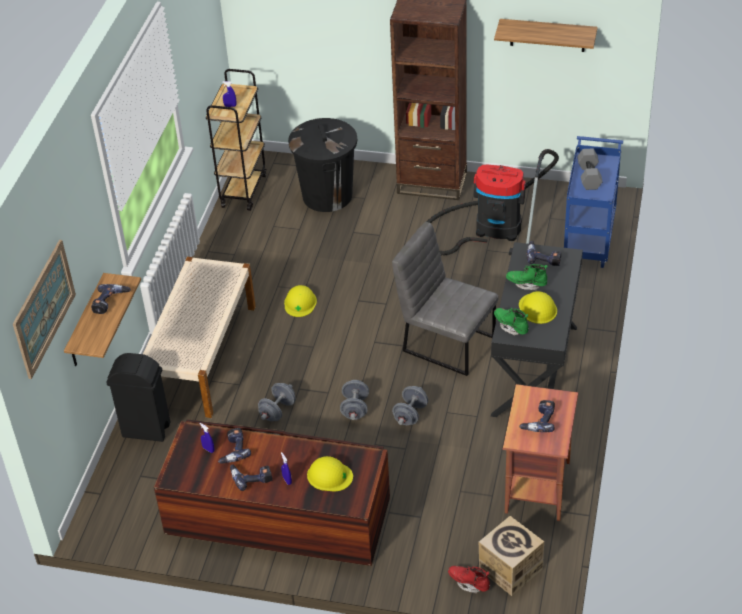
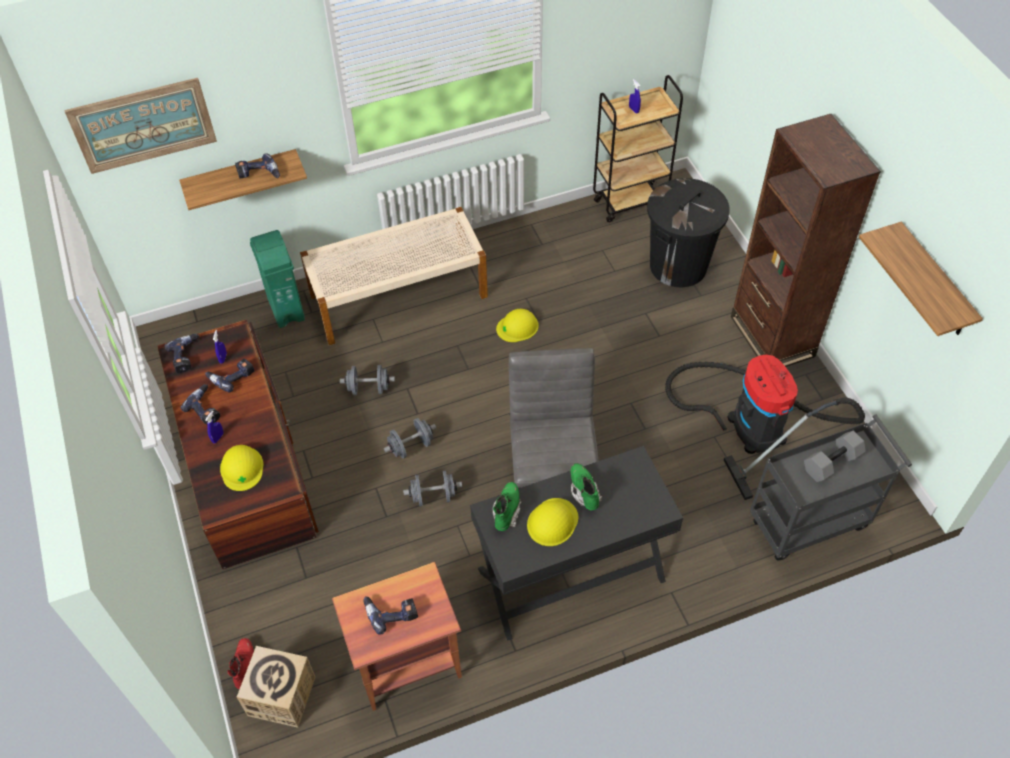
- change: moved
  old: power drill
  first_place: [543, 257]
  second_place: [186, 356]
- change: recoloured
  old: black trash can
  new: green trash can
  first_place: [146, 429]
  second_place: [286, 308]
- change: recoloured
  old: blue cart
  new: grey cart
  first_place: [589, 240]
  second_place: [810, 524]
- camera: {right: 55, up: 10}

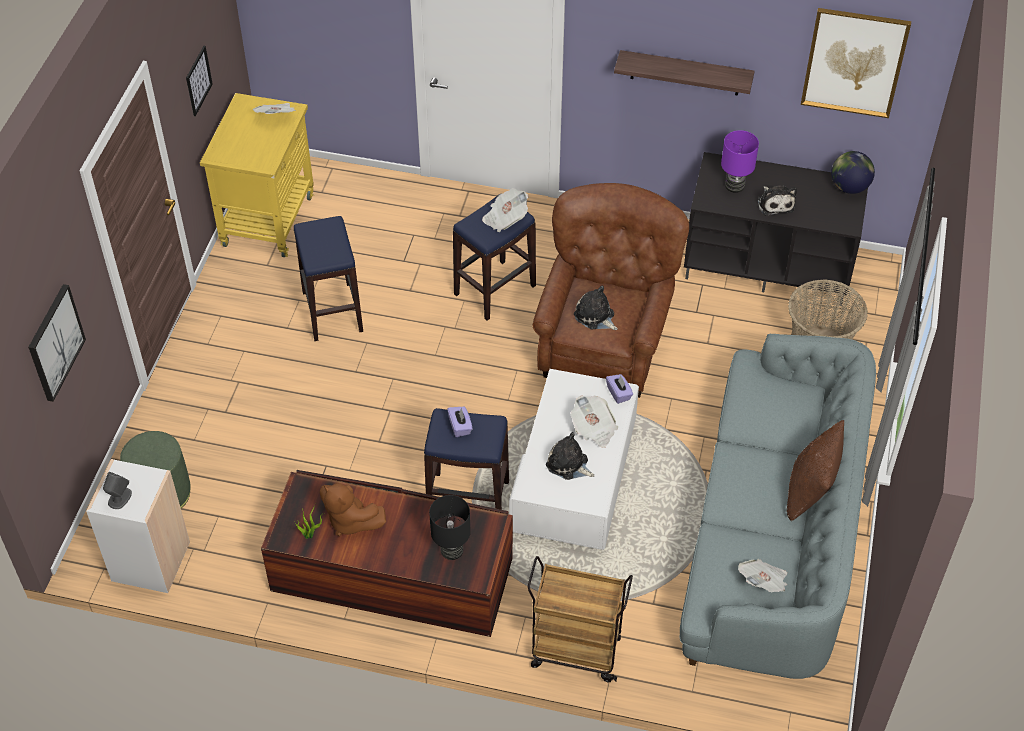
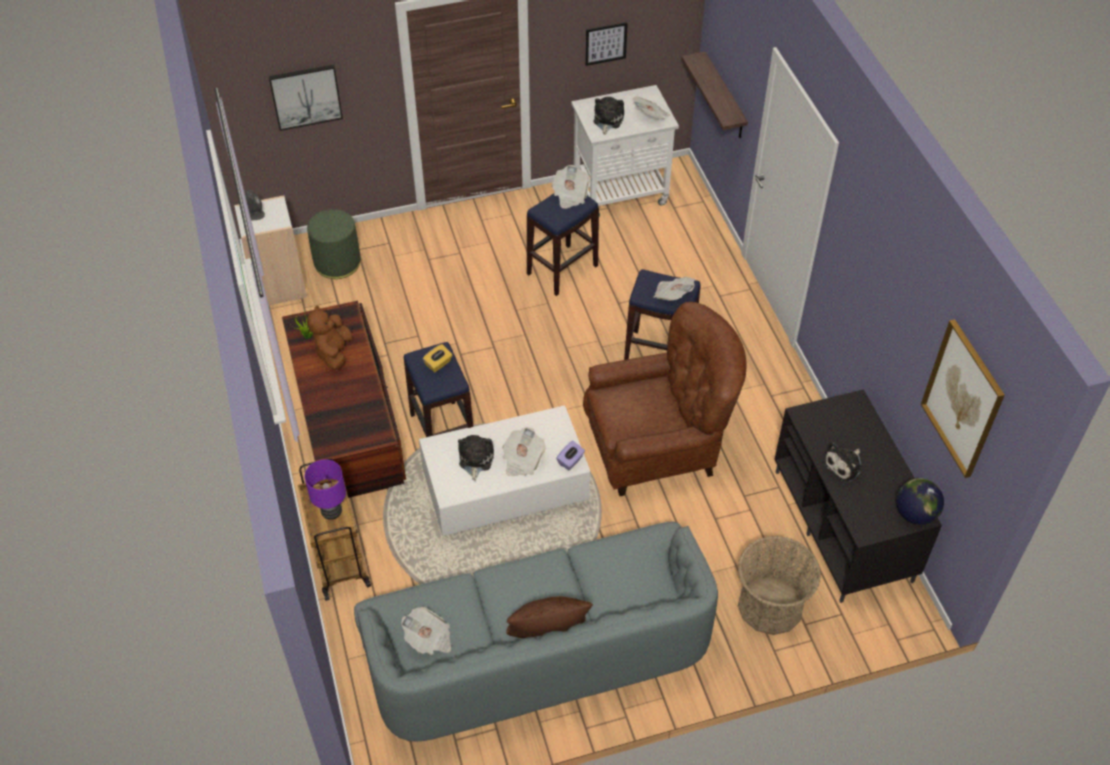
- change: removed
  old: black table lamp
  first_place: [451, 550]
- change: added
  new: newspaper
  second_place: [570, 195]
- change: moved
  old: plush toy
  first_place: [595, 316]
  second_place: [607, 120]
- change: moved
  old: shelf
  first_place: [685, 73]
  second_place: [724, 97]
- change: moved
  old: purple table lamp
  first_place: [734, 185]
  second_place: [331, 511]
- change: recoloured
  old: yellow cart
  new: white cart
  first_place: [269, 221]
  second_place: [621, 194]
- change: recoloured
  old: purple tissue box
  new: yellow tissue box
  first_place: [460, 427]
  second_place: [438, 364]
- camera: {right: 60, up: 0}

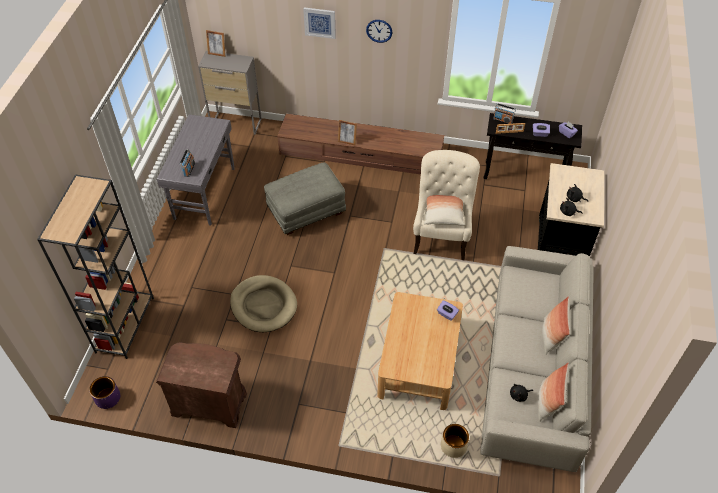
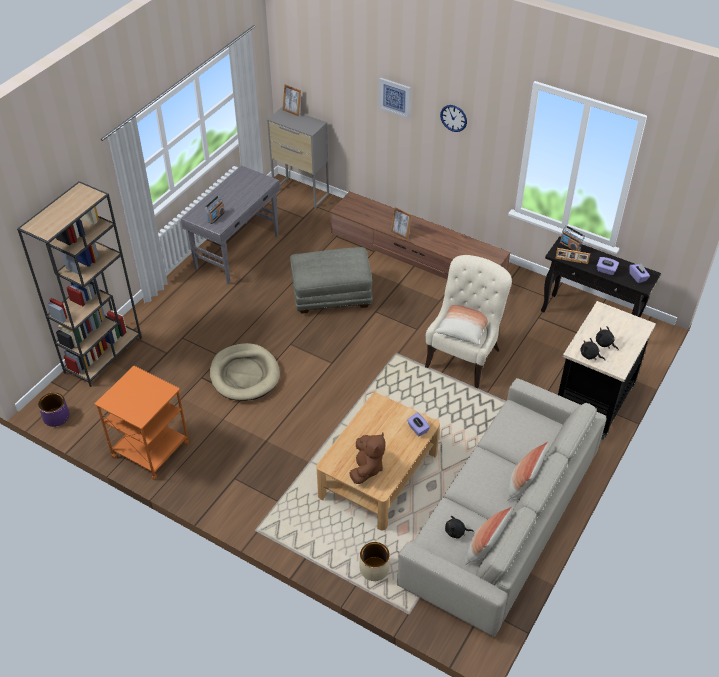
- change: added
  new: brown plush toy
  second_place: [366, 468]
- change: replaced
  old: brown nightstand
  new: orange cart
  first_place: [210, 401]
  second_place: [150, 449]
- camera: {right: 20, up: -5}

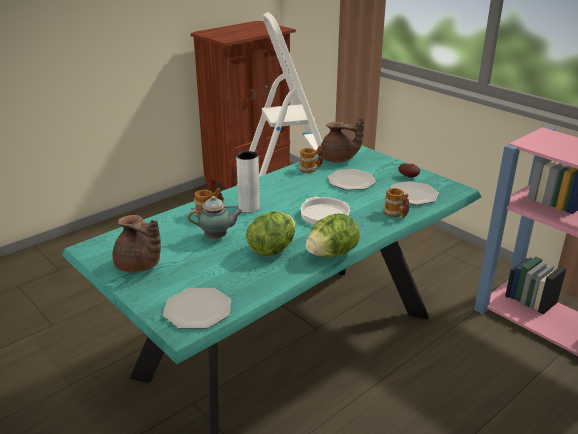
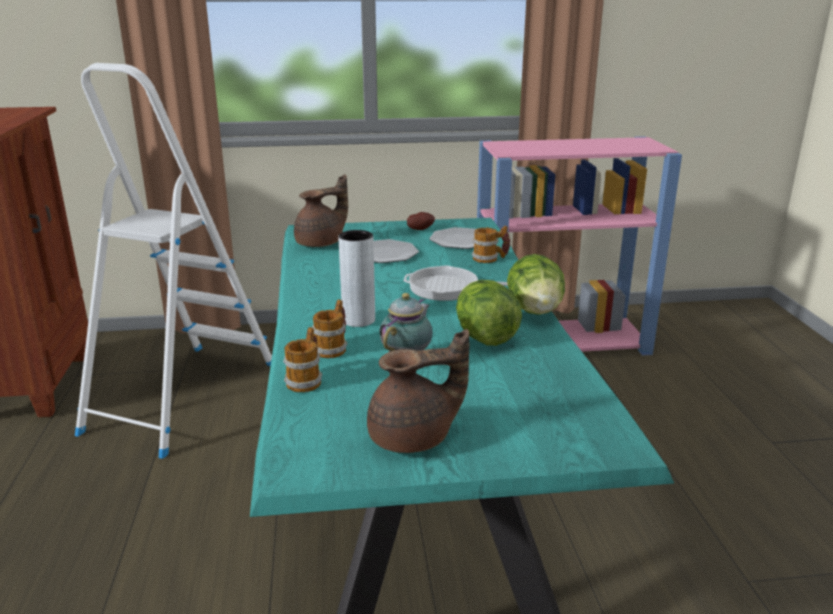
- change: removed
  old: plate
  first_place: [197, 310]
- change: moved
  old: mug
  first_place: [311, 169]
  second_place: [306, 380]
- camera: {right: -55, up: -5}

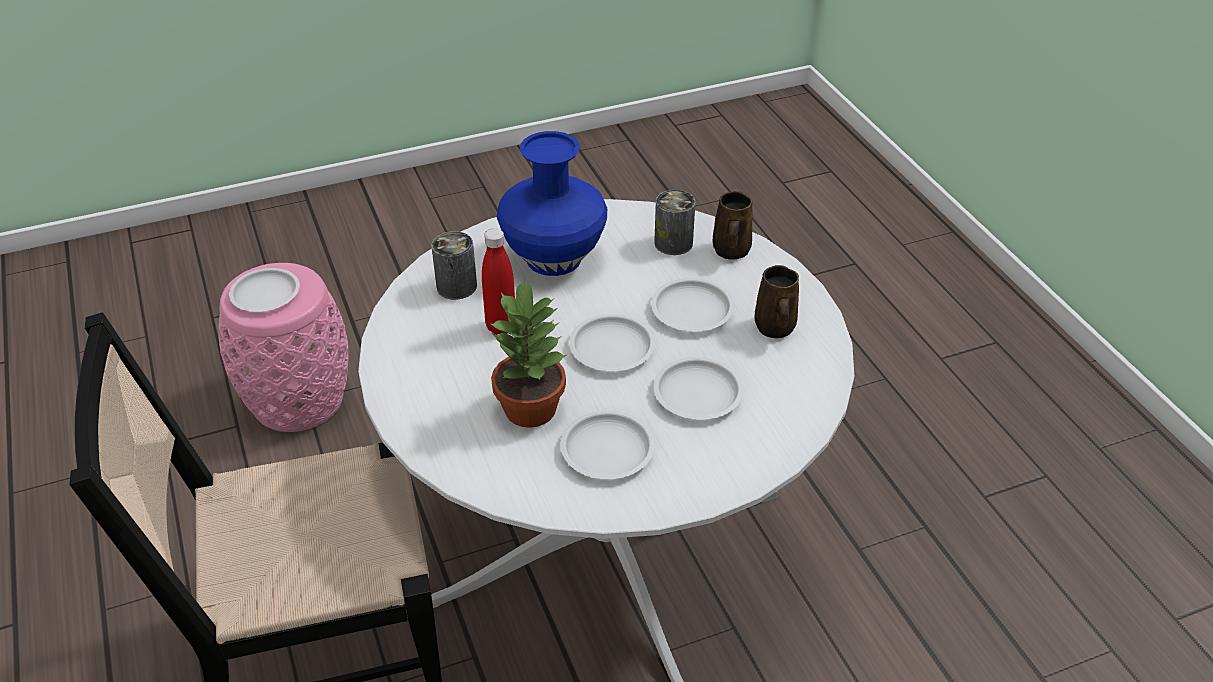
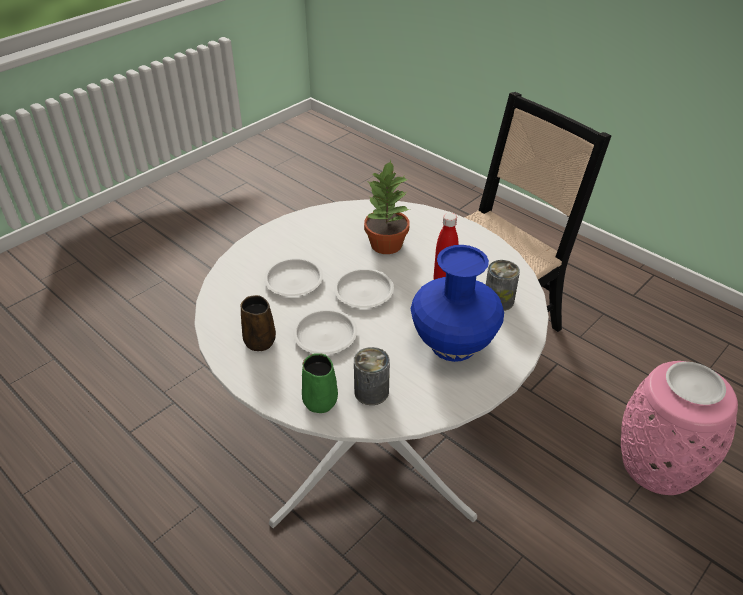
- change: removed
  old: white plate
  first_place: [607, 451]
- change: recoloured
  old: brown mug
  new: green mug
  first_place: [731, 251]
  second_place: [320, 399]
- camera: {right: 155, up: 0}

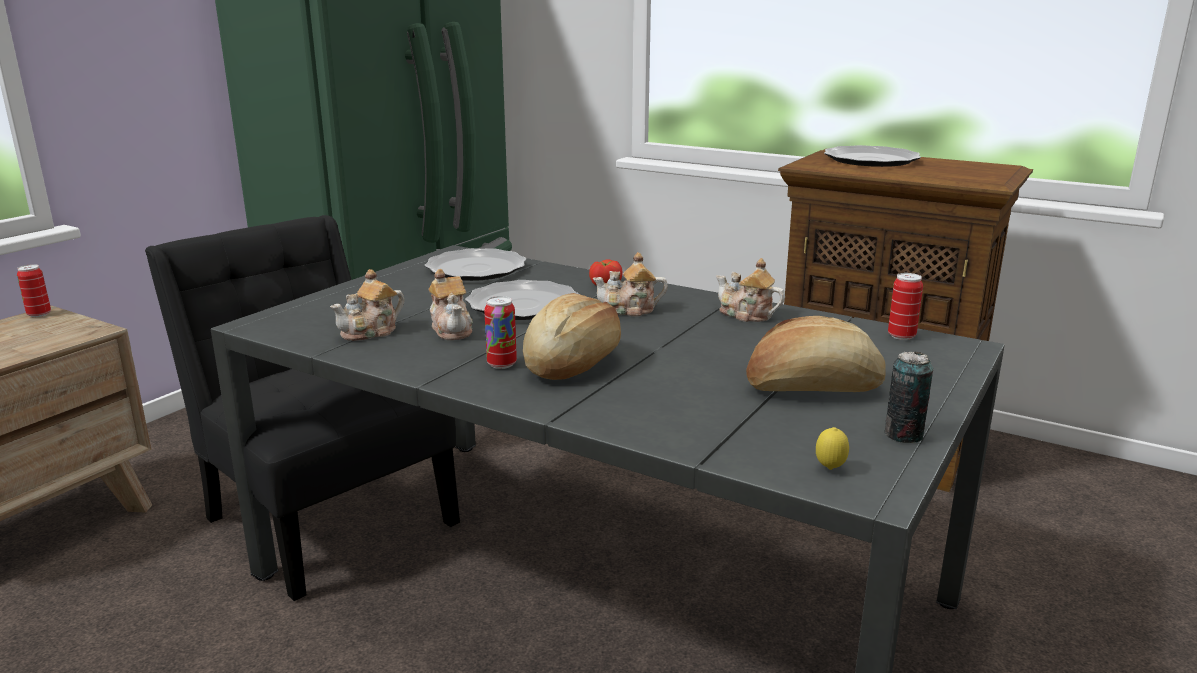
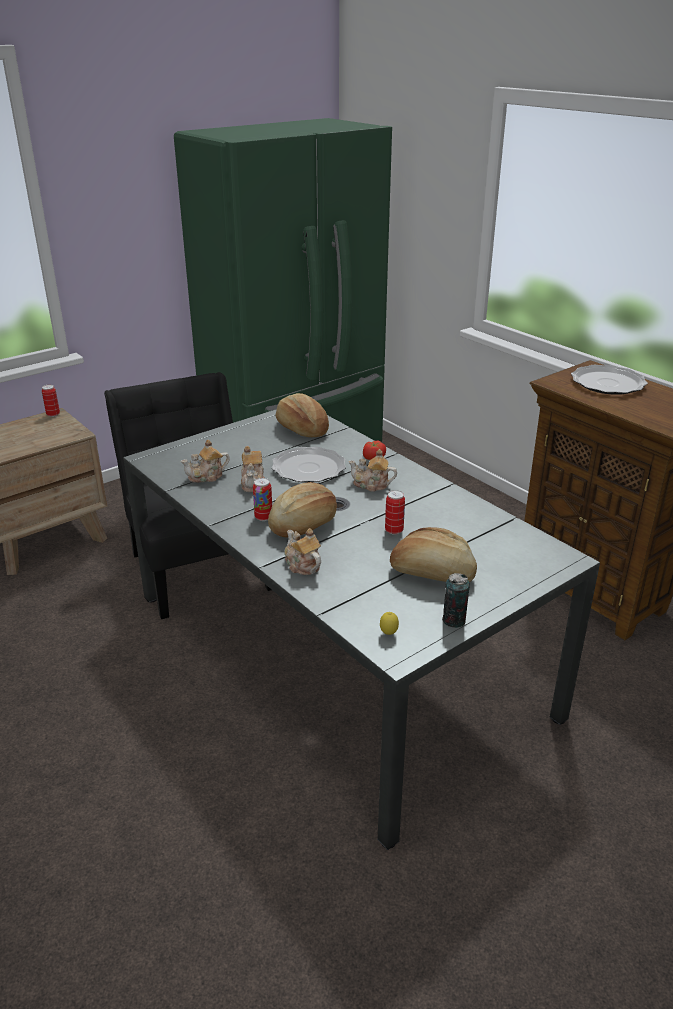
- change: moved
  old: teapot
  first_place: [746, 315]
  second_place: [302, 565]
- change: moved
  old: can
  first_place: [901, 336]
  second_place: [394, 530]
- change: replaced
  old: plate
  new: bread
  first_place: [477, 269]
  second_place: [302, 428]
- camera: {right: 20, up: 10}

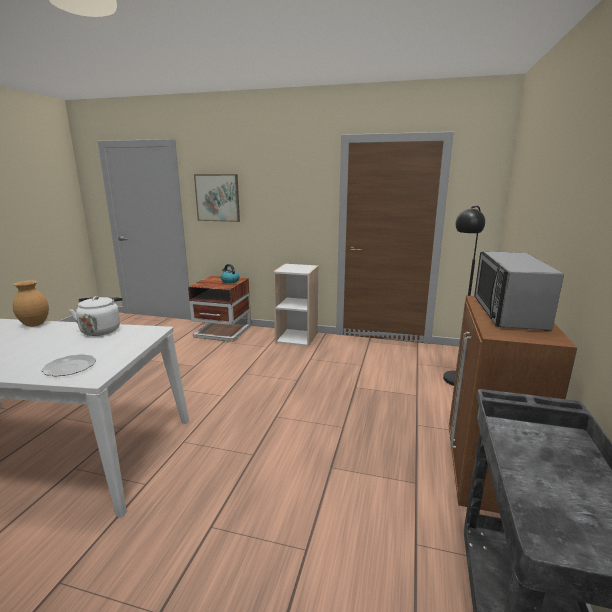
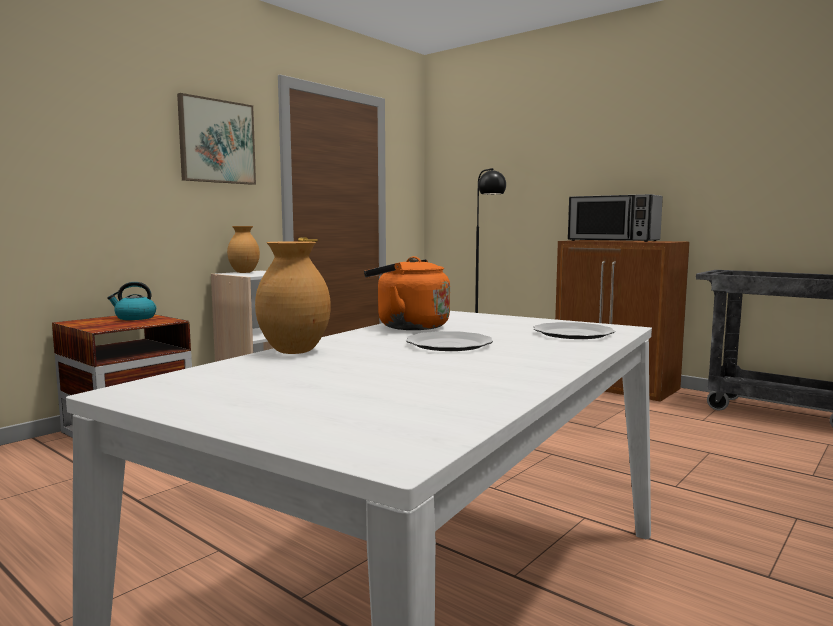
- change: added
  new: brown vase
  second_place: [243, 272]
- change: added
  new: plate
  second_place: [448, 344]
- change: moved
  old: picture
  first_place: [217, 198]
  second_place: [217, 141]
- change: recoloured
  old: white kettle
  new: orange kettle
  first_place: [101, 330]
  second_place: [408, 326]
- camera: {right: -65, up: -10}

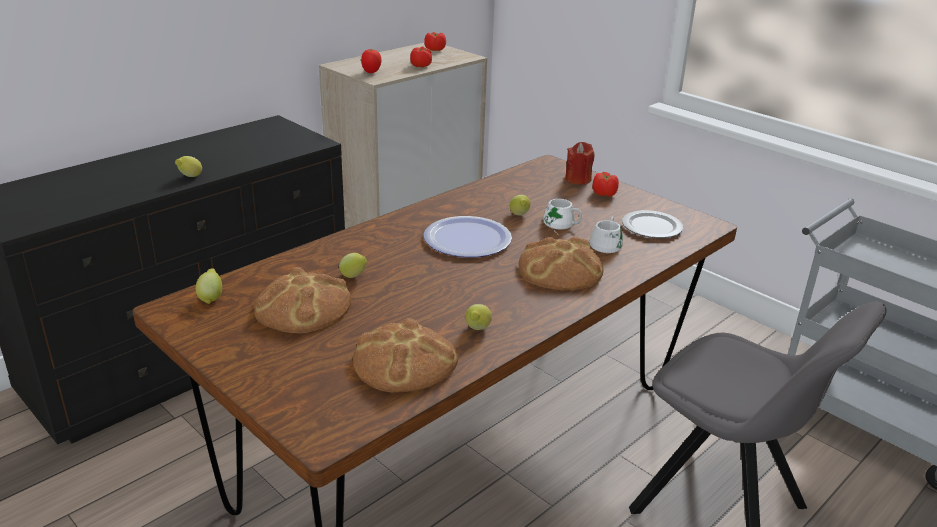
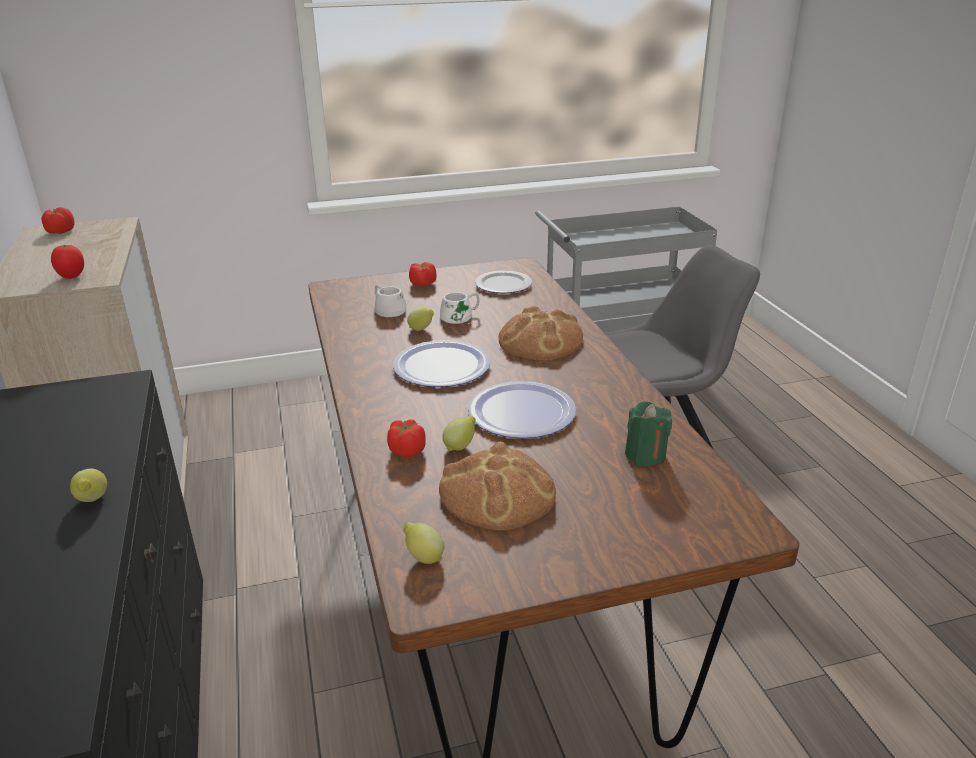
- change: removed
  old: lemon
  first_place: [477, 330]
- change: removed
  old: red candle
  first_place: [578, 179]
- change: added
  new: plate
  second_place: [521, 412]
- change: moved
  old: tomato
  first_place: [421, 65]
  second_place: [407, 450]
- change: moved
  old: white mug
  first_place: [610, 245]
  second_place: [391, 309]
- change: replaced
  old: bread
  new: green candle
  first_place: [404, 362]
  second_place: [645, 455]
- camera: {right: -60, up: 0}

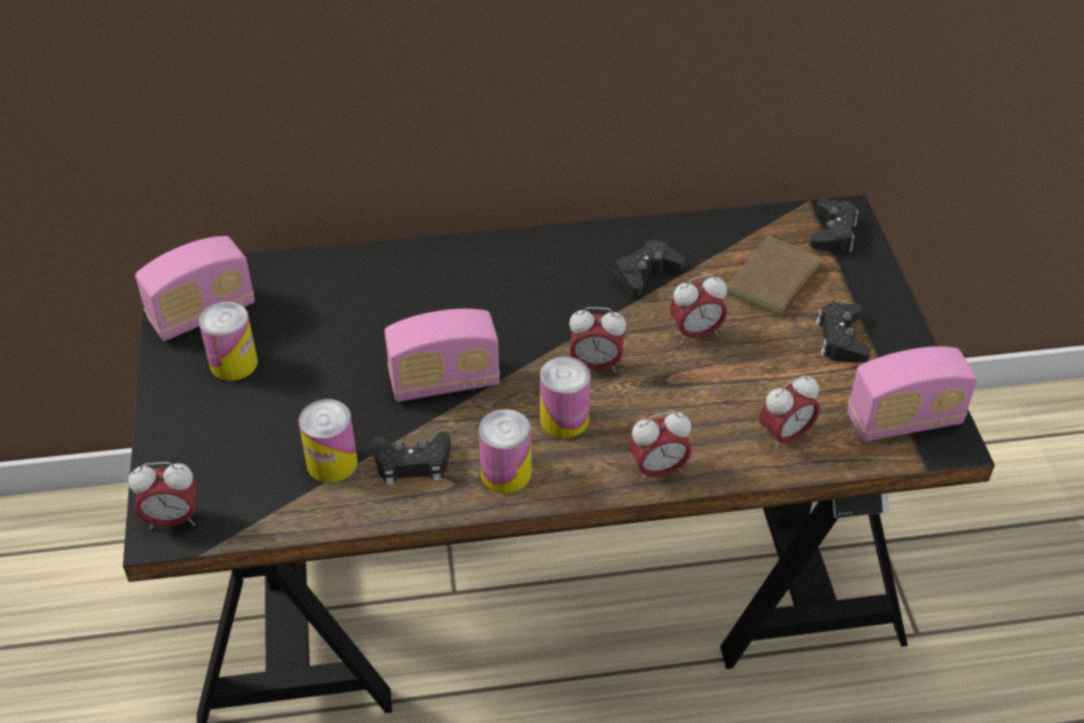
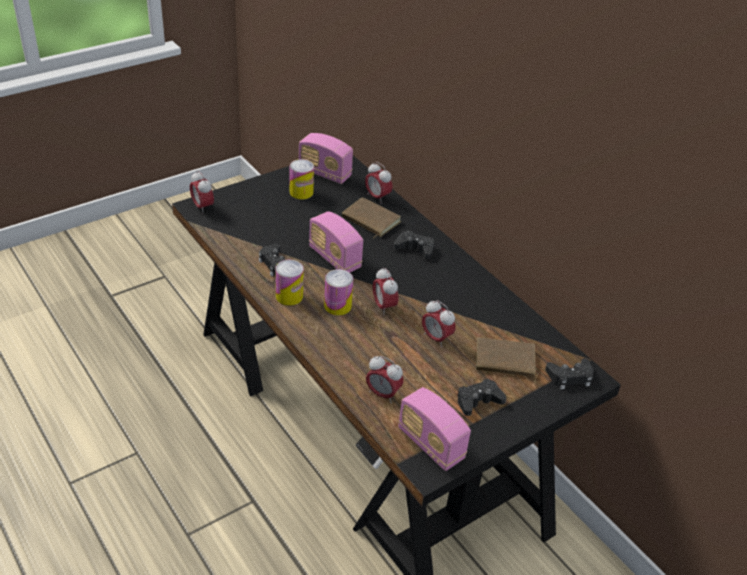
- change: removed
  old: can
  first_place: [332, 463]
- change: added
  new: brown book
  second_place: [369, 220]
- change: moved
  old: black game controller
  first_place: [646, 274]
  second_place: [415, 248]
- change: moved
  old: alarm clock
  first_place: [658, 470]
  second_place: [377, 197]
- camera: {right: 60, up: -5}

